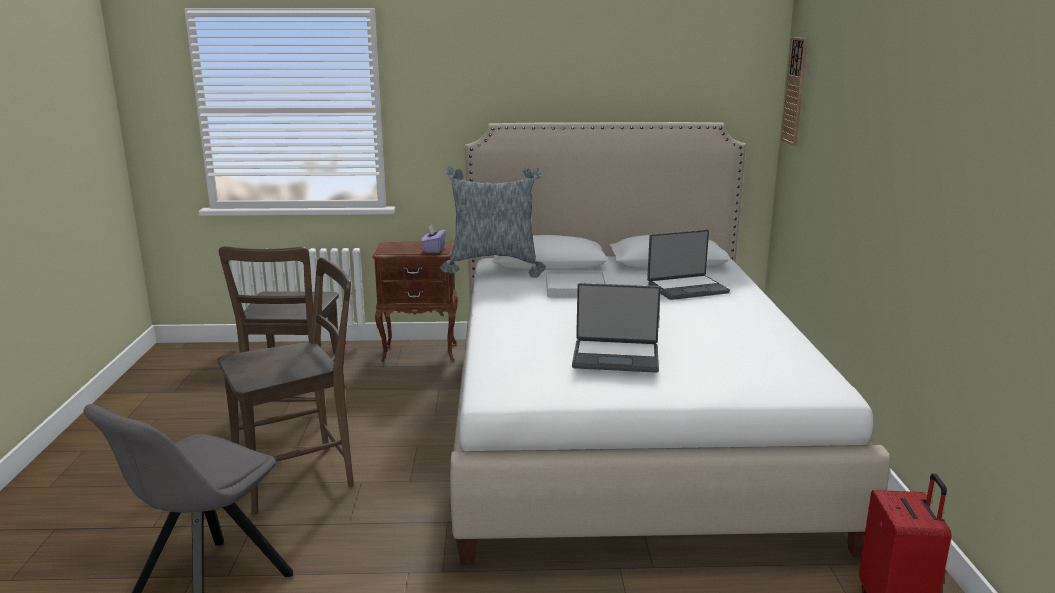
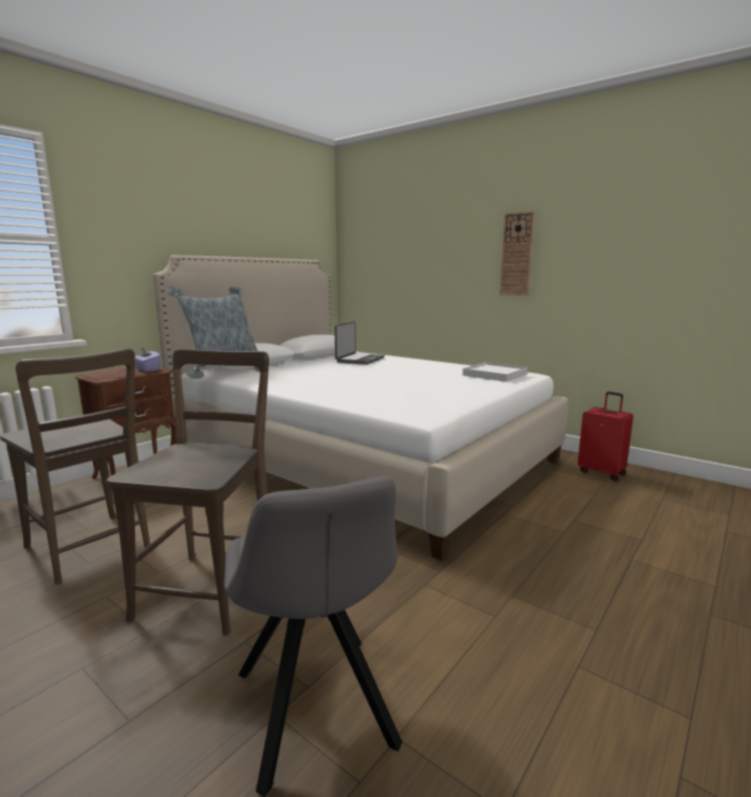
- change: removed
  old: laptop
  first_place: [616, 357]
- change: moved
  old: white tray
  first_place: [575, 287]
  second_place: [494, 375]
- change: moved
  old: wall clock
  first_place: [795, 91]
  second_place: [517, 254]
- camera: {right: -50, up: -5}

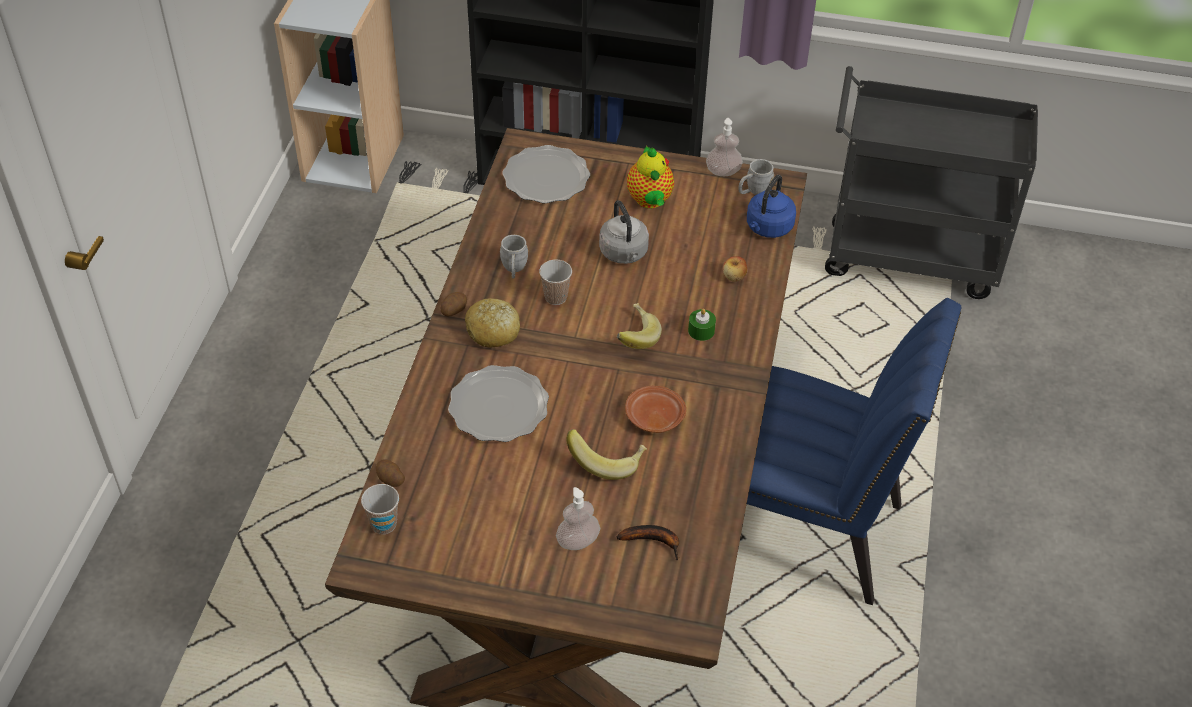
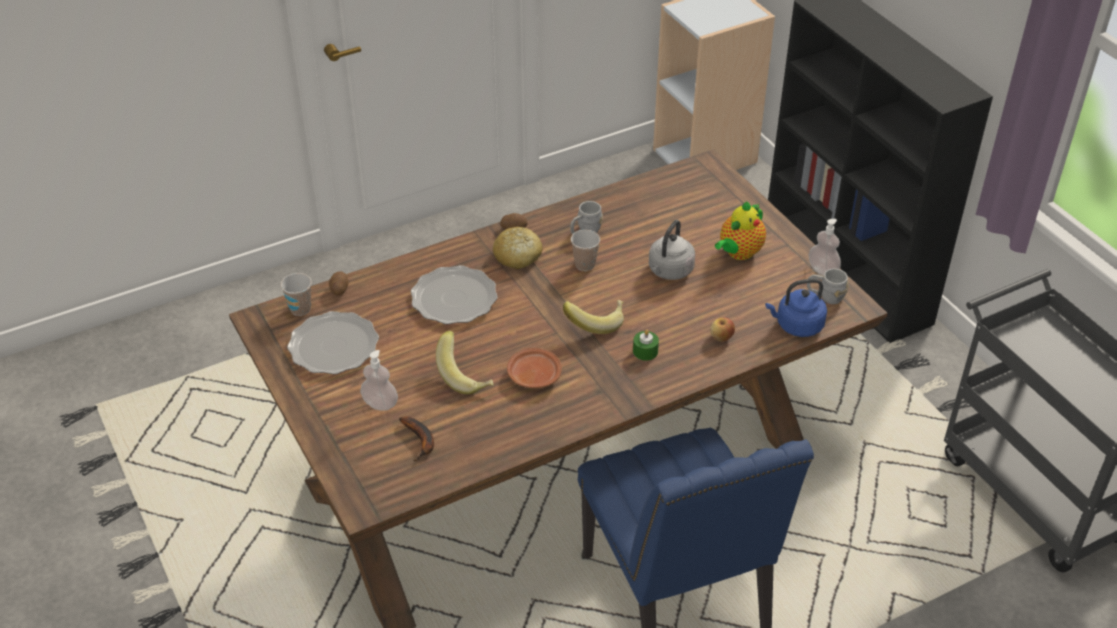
- change: moved
  old: plate
  first_place: [546, 177]
  second_place: [334, 346]
- camera: {right: 50, up: -5}

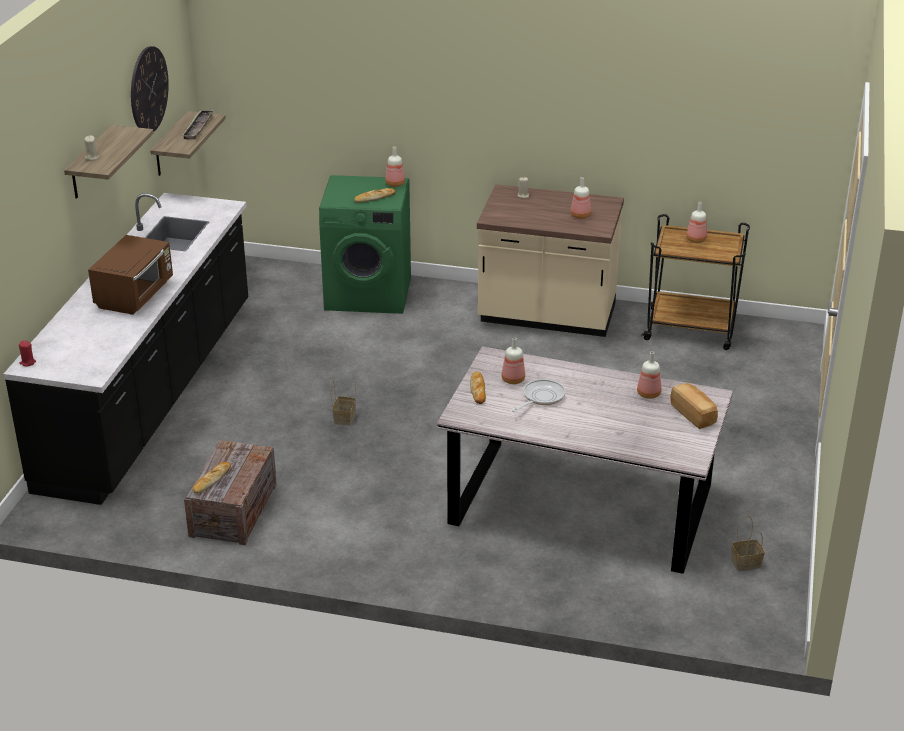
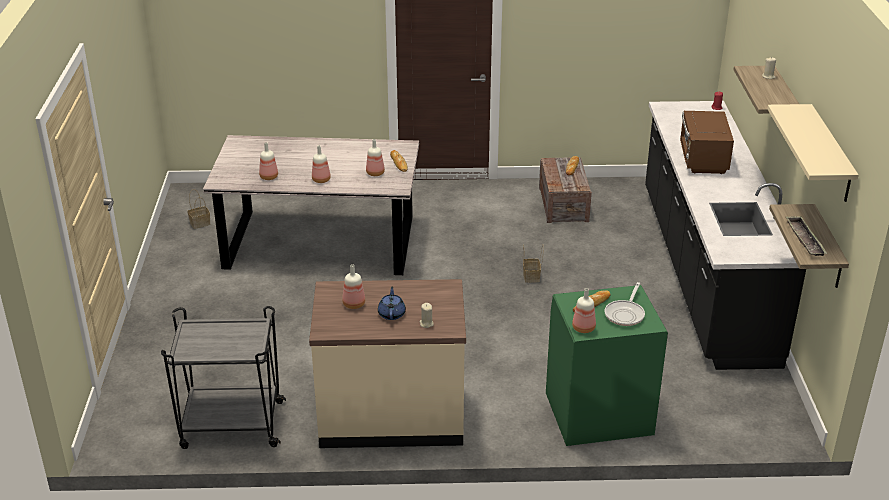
- change: removed
  old: bread
  first_place: [693, 414]
- change: added
  new: blue teapot
  second_place: [392, 313]
- change: moved
  old: frying pan
  first_place: [541, 398]
  second_place: [625, 314]
- change: moved
  old: bottle
  first_place: [695, 240]
  second_place: [321, 180]
- change: replaced
  old: wall clock
  new: beige shelf
  first_place: [148, 89]
  second_place: [830, 154]
- change: recoloured
  old: brown cart
  new: grey cart
  first_place: [691, 329]
  second_place: [231, 424]
- camera: {right: 165, up: 0}

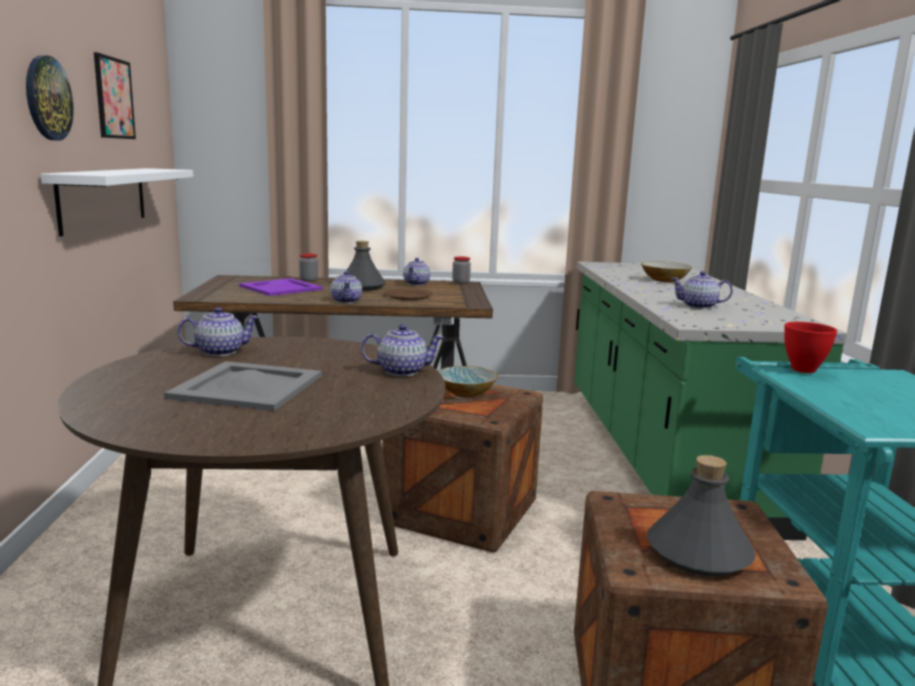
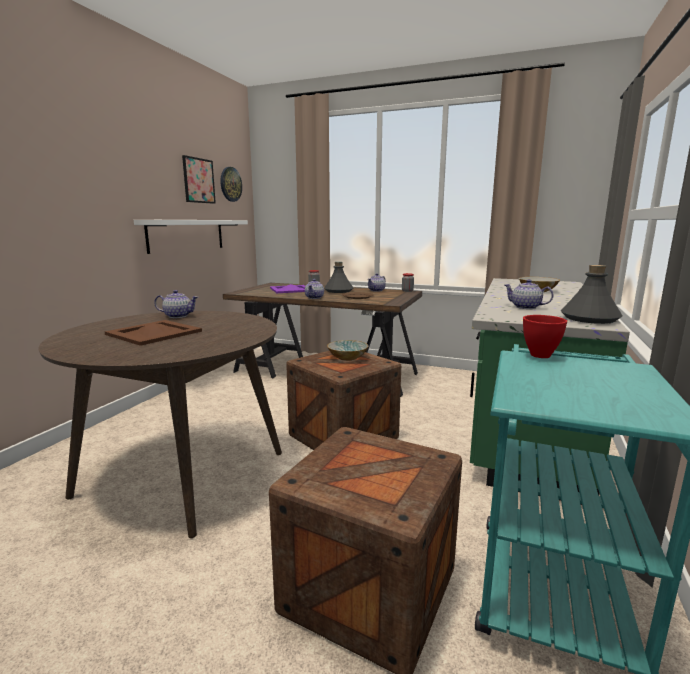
- change: removed
  old: teapot
  first_place: [401, 371]
- change: moved
  old: wall clock
  first_place: [47, 98]
  second_place: [230, 184]
- change: moved
  old: grey bottle
  first_place: [697, 553]
  second_place: [589, 318]
- change: recoloured
  old: grey tray
  new: brown tray
  first_place: [248, 387]
  second_place: [154, 333]
- camera: {right: 25, up: 0}

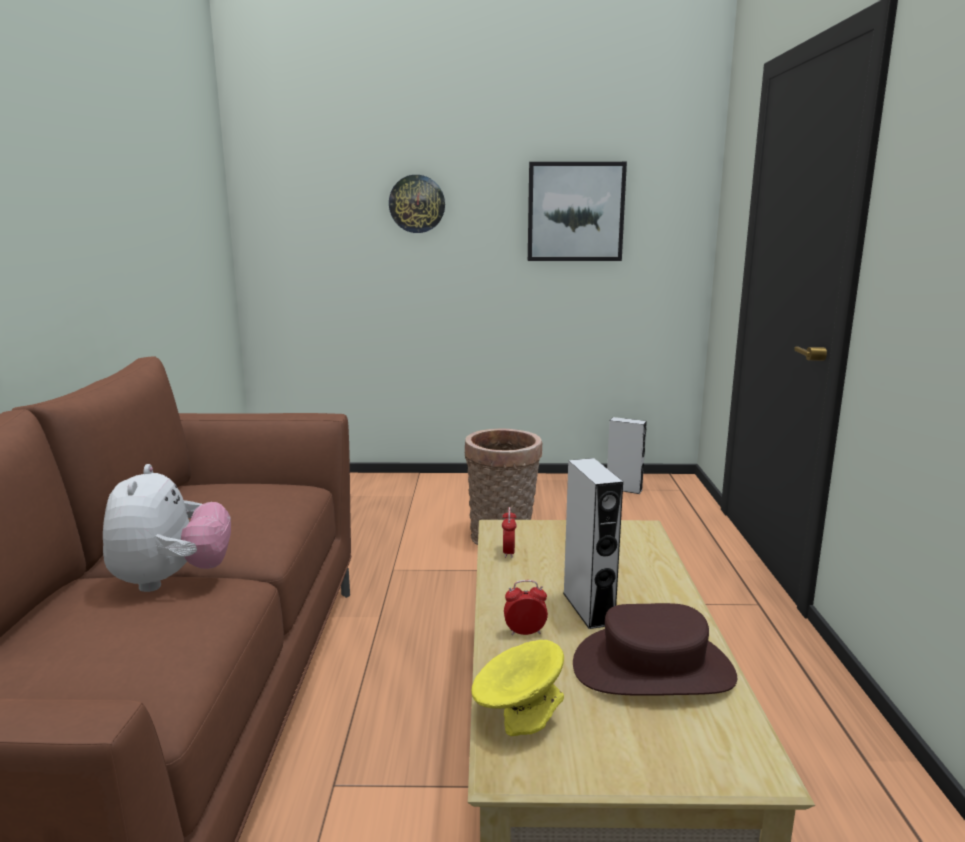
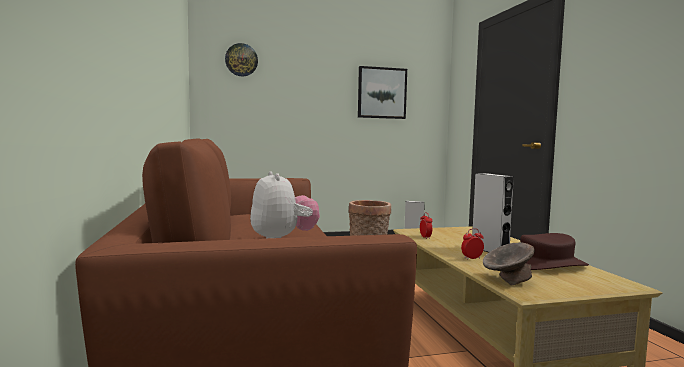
- change: moved
  old: wall clock
  first_place: [417, 204]
  second_place: [241, 60]
- change: recoloured
  old: yellow bowl
  new: grey bowl
  first_place: [517, 715]
  second_place: [507, 280]
- camera: {right: -15, up: -10}

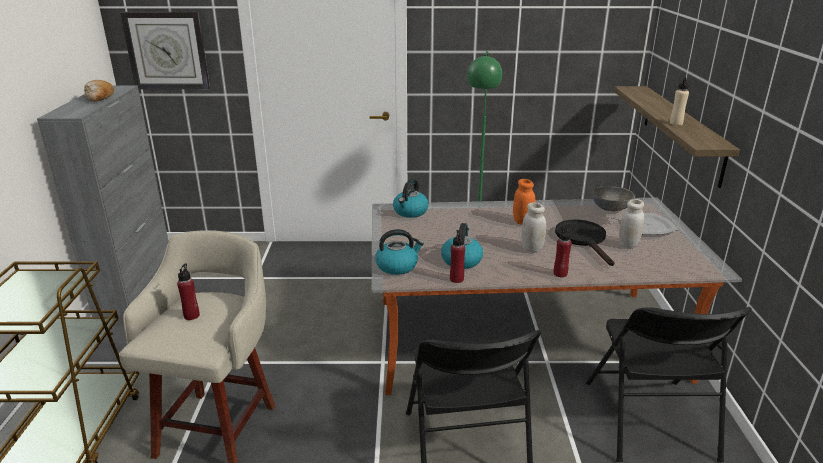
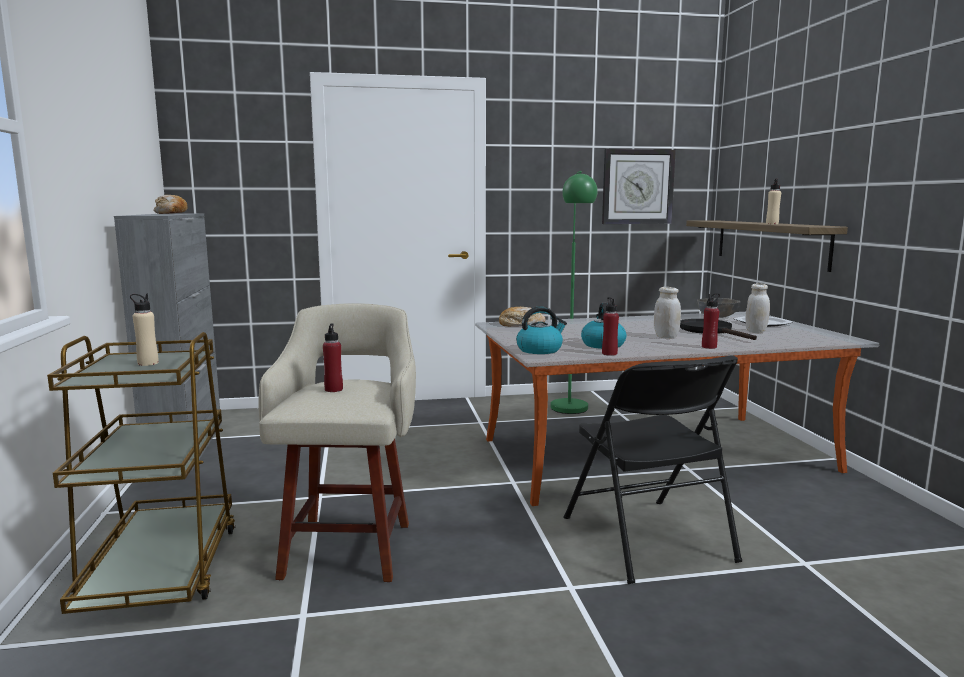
- change: removed
  old: orange jar
  first_place: [522, 221]
- change: removed
  old: black chair
  first_place: [648, 419]
- change: added
  new: beige bottle
  second_place: [148, 363]
- change: moved
  old: wall clock
  first_place: [167, 50]
  second_place: [637, 187]
- change: replaced
  old: kettle
  new: bread
  first_place: [410, 212]
  second_place: [521, 324]
- camera: {right: -10, up: -15}

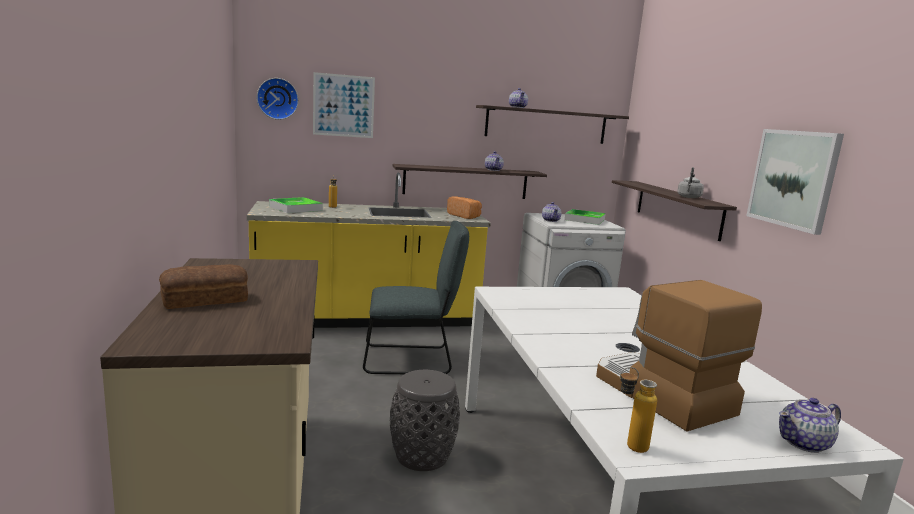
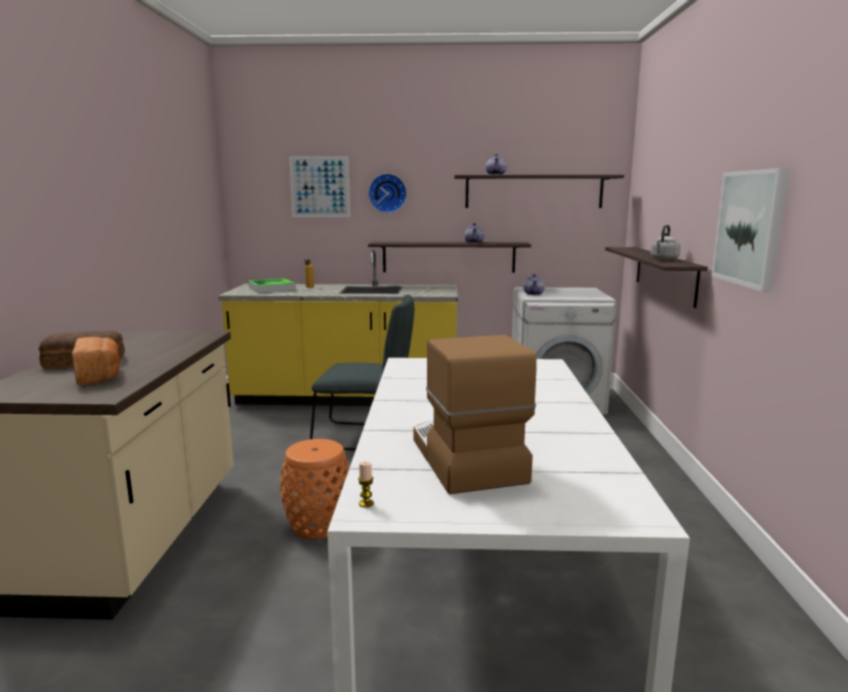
- change: removed
  old: tray
  first_place: [584, 220]
- change: removed
  old: teapot
  first_place: [804, 443]
- change: moved
  old: wall clock
  first_place: [278, 98]
  second_place: [387, 193]
- change: moved
  old: bread
  first_place: [464, 216]
  second_place: [100, 376]
- change: replaced
  old: bottle
  new: candle
  first_place: [628, 447]
  second_place: [366, 503]
- change: recoloured
  old: grey stool
  new: orange stool
  first_place: [422, 456]
  second_place: [318, 525]
- camera: {right: 15, up: 0}

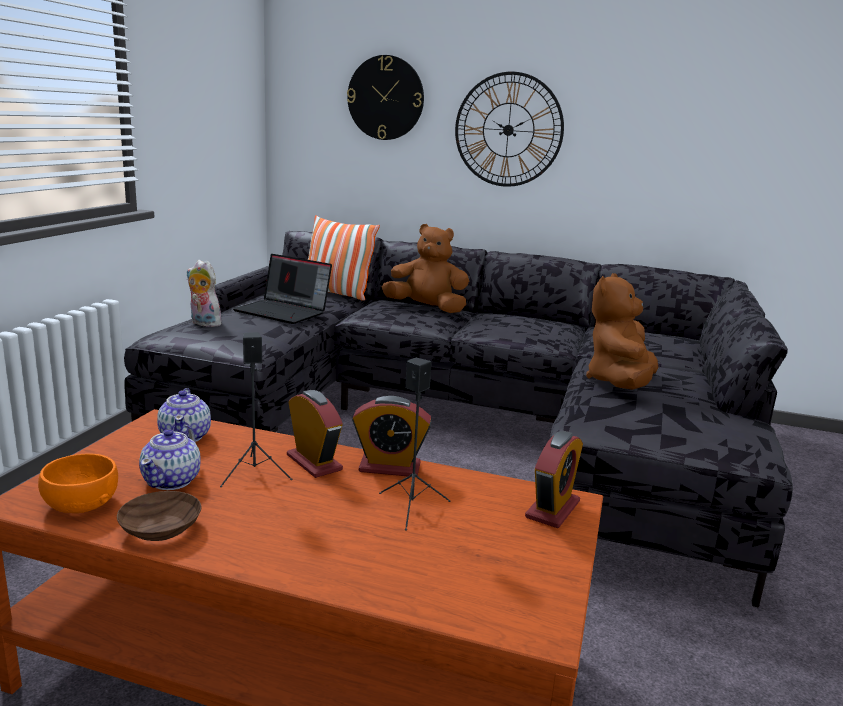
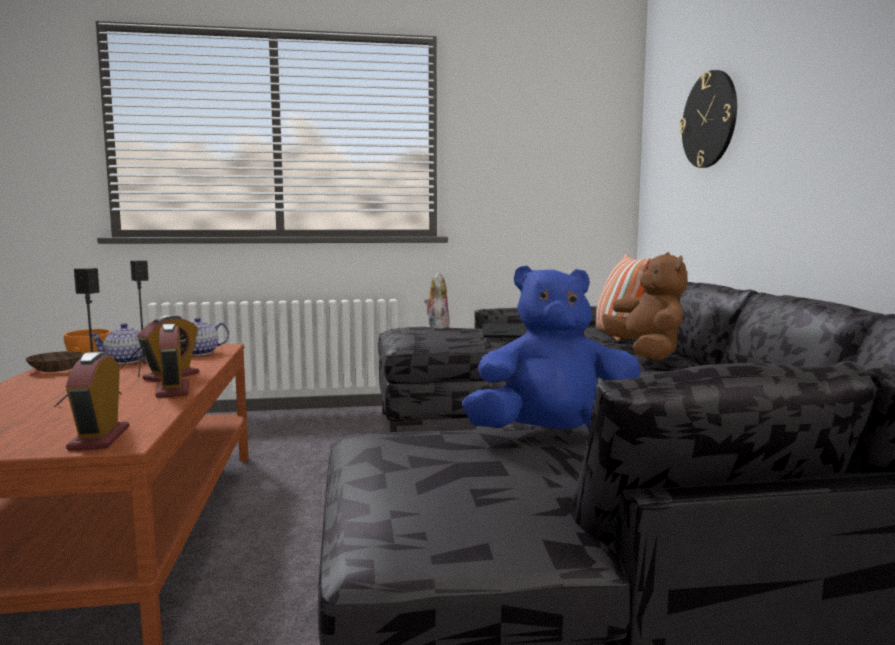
- change: removed
  old: wall clock
  first_place: [508, 130]
- change: recoloured
  old: brown plush toy
  new: blue plush toy
  first_place: [620, 383]
  second_place: [553, 438]
- change: turned
  old: alarm clock
  first_place: [552, 509]
  second_place: [99, 438]
  degrees: 75
- camera: {right: 65, up: -10}

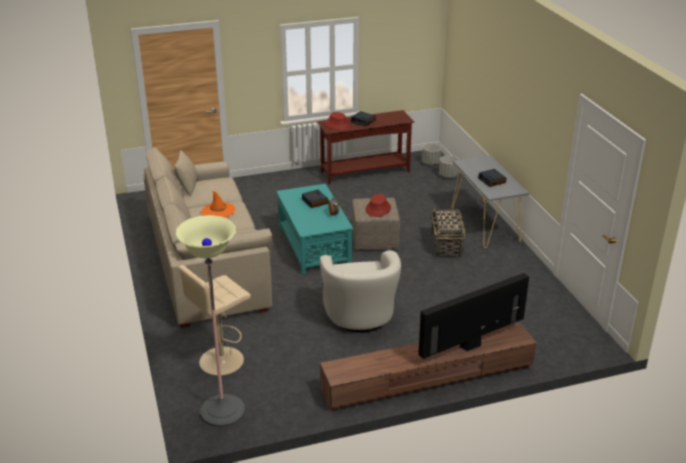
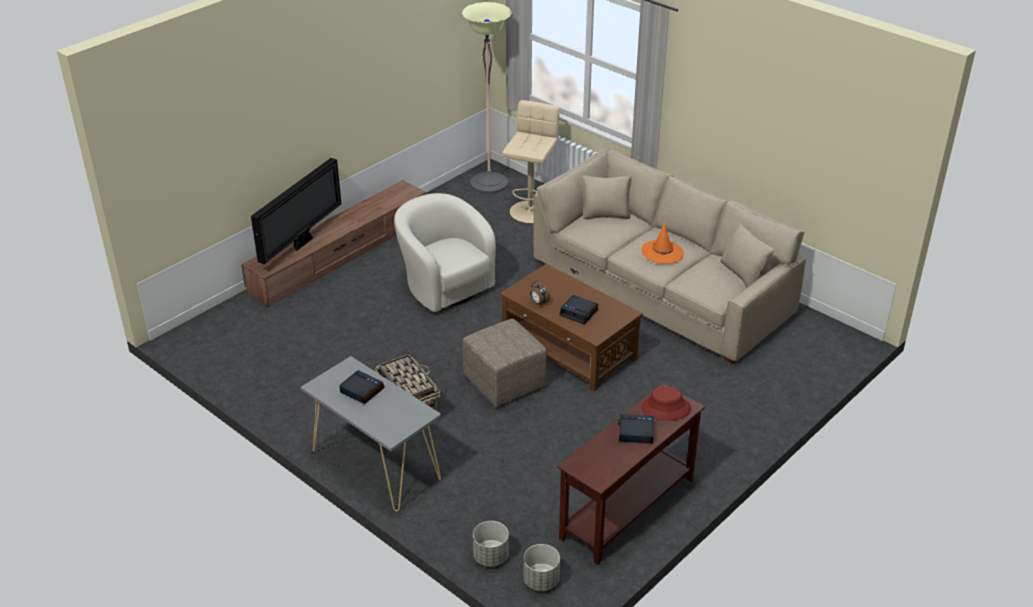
- change: removed
  old: red hat
  first_place: [378, 209]
- change: recoloured
  old: turquoise coffee table
  new: brown coffee table
  first_place: [314, 245]
  second_place: [569, 349]
- camera: {right: 150, up: 5}

